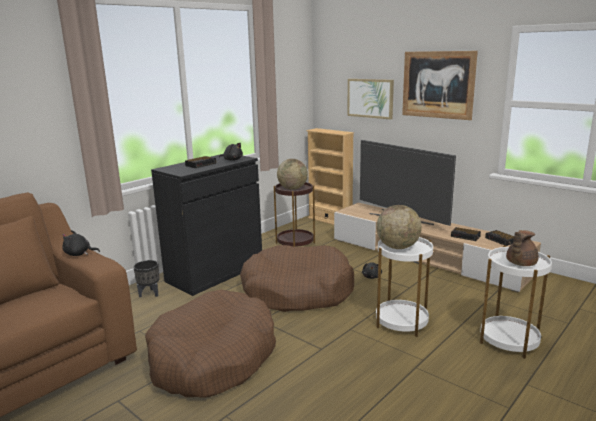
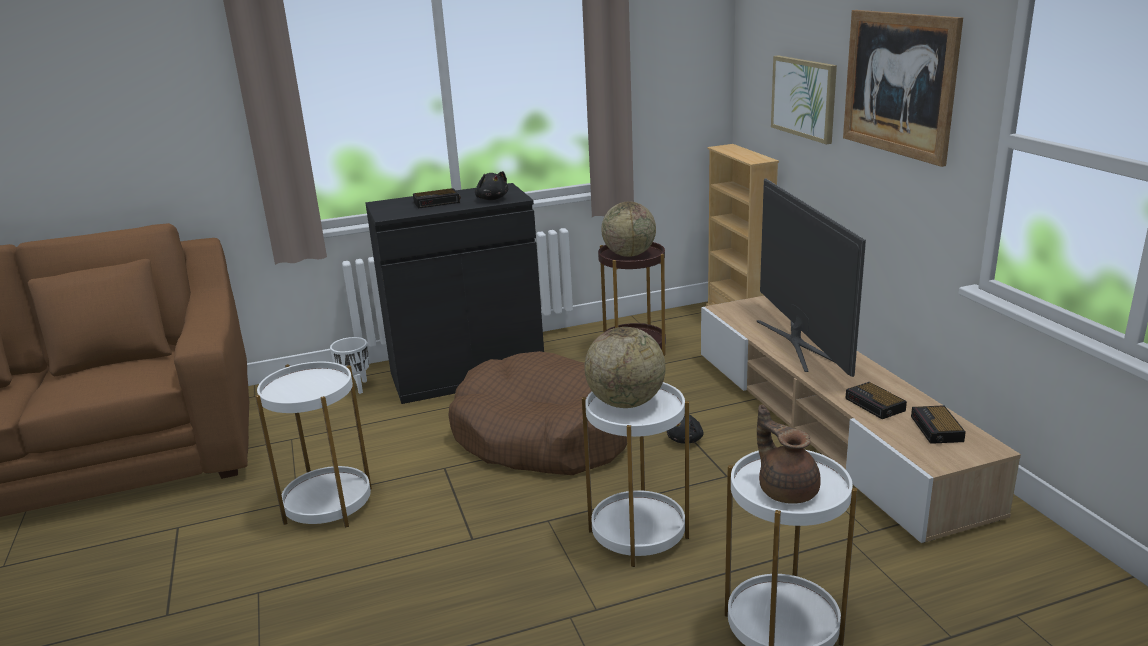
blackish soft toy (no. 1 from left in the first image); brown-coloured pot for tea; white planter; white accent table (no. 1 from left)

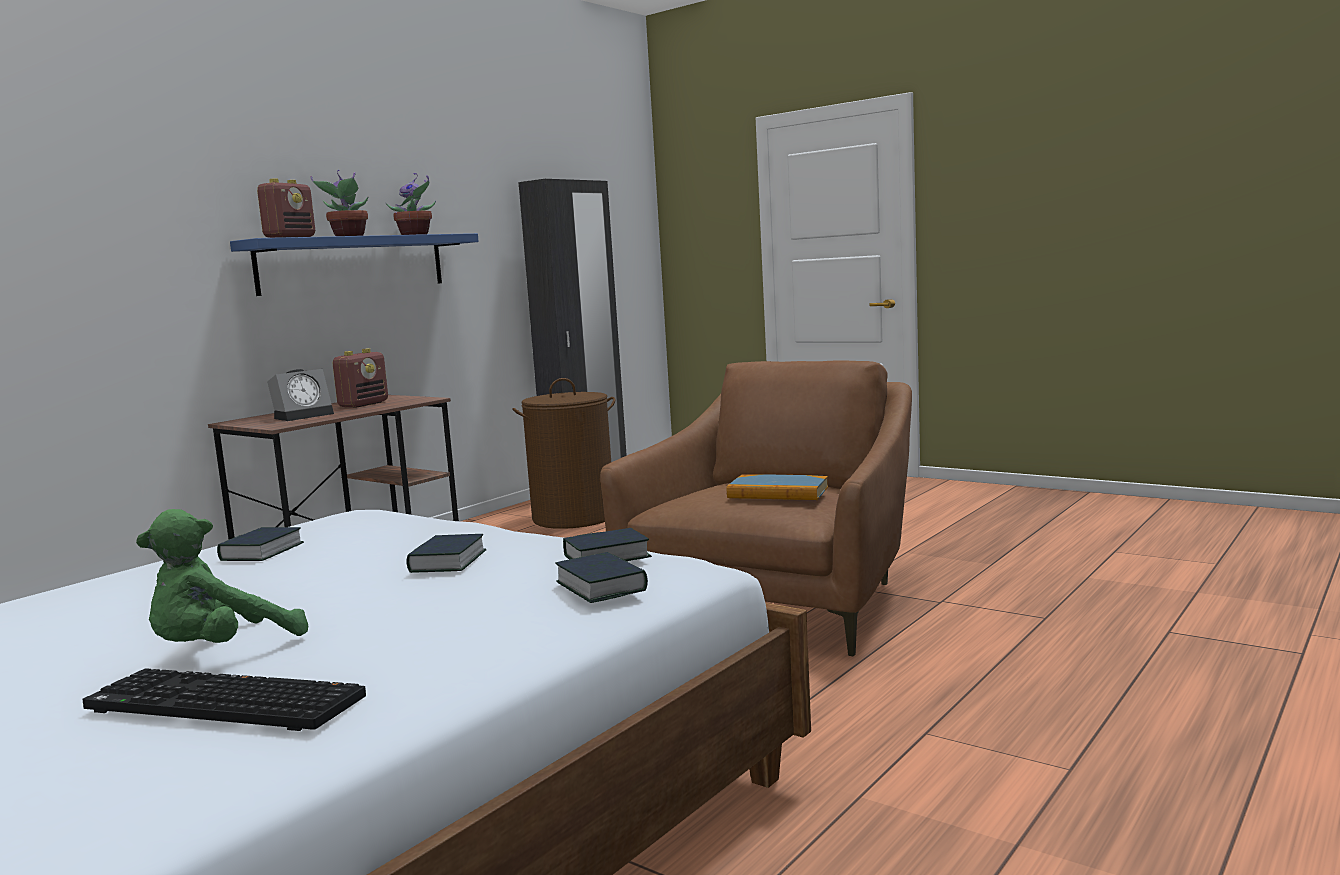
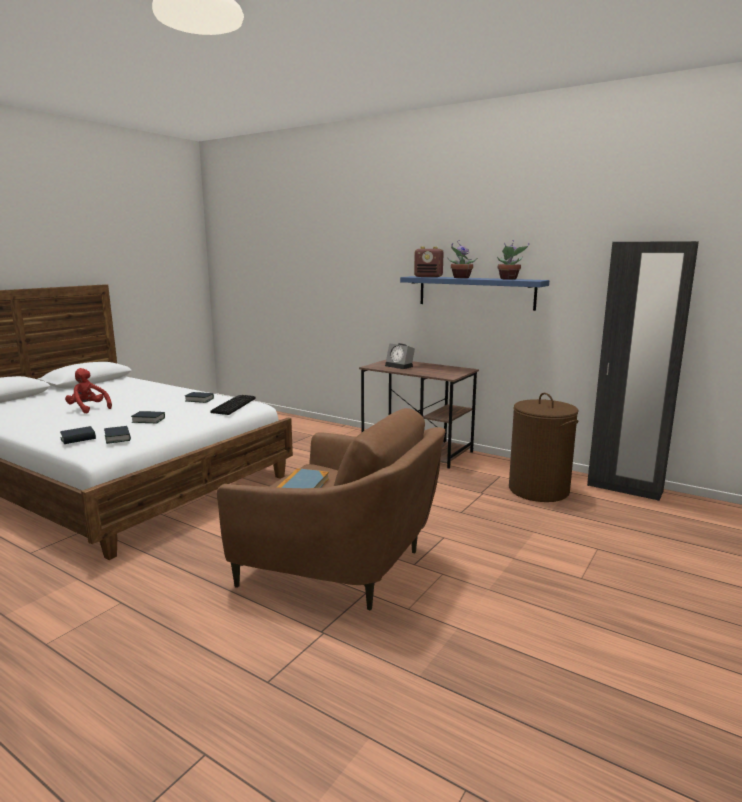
radio set (no. 2 from left in the first image); red soft toy; keyboard

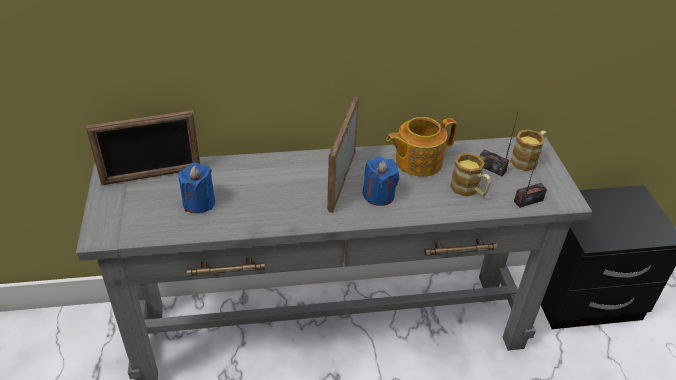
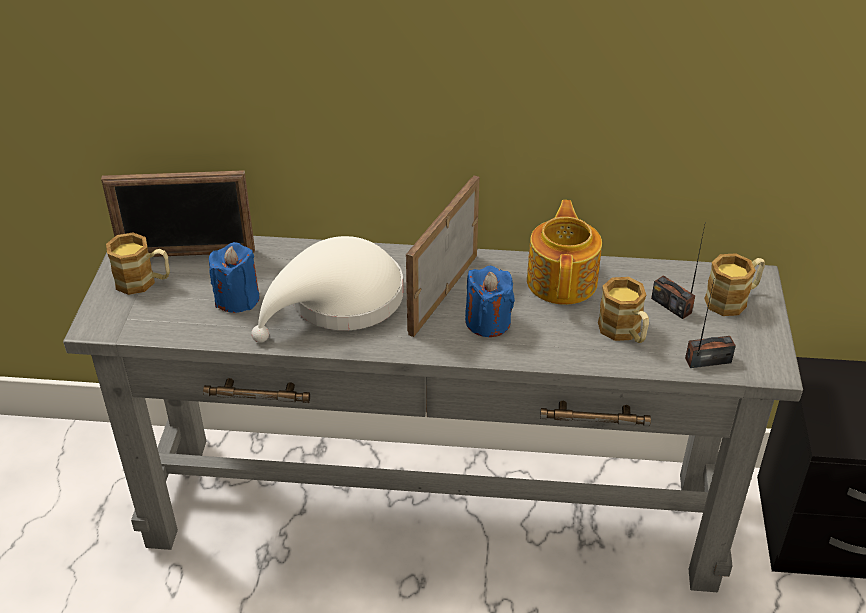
pot for tea; coffee mug (no. 1 from left); white hat

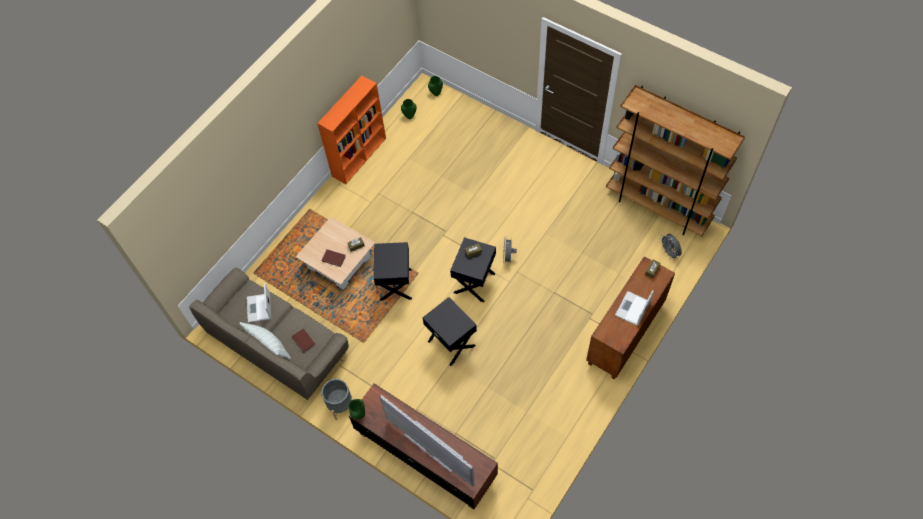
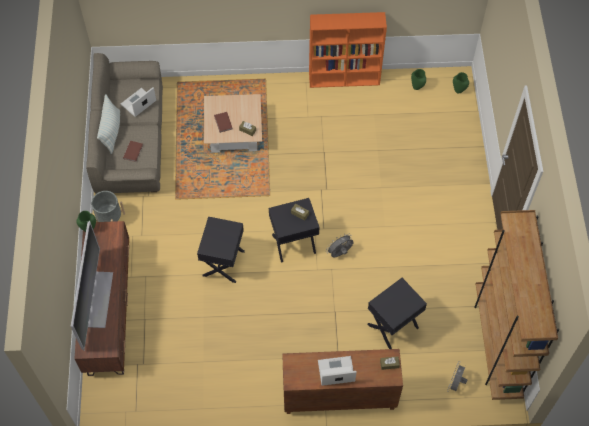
blackish accent table (no. 3 from left)

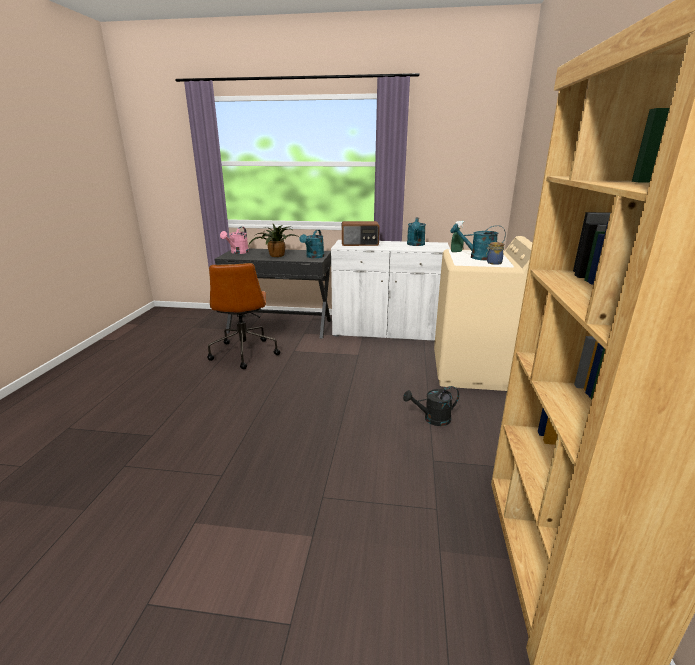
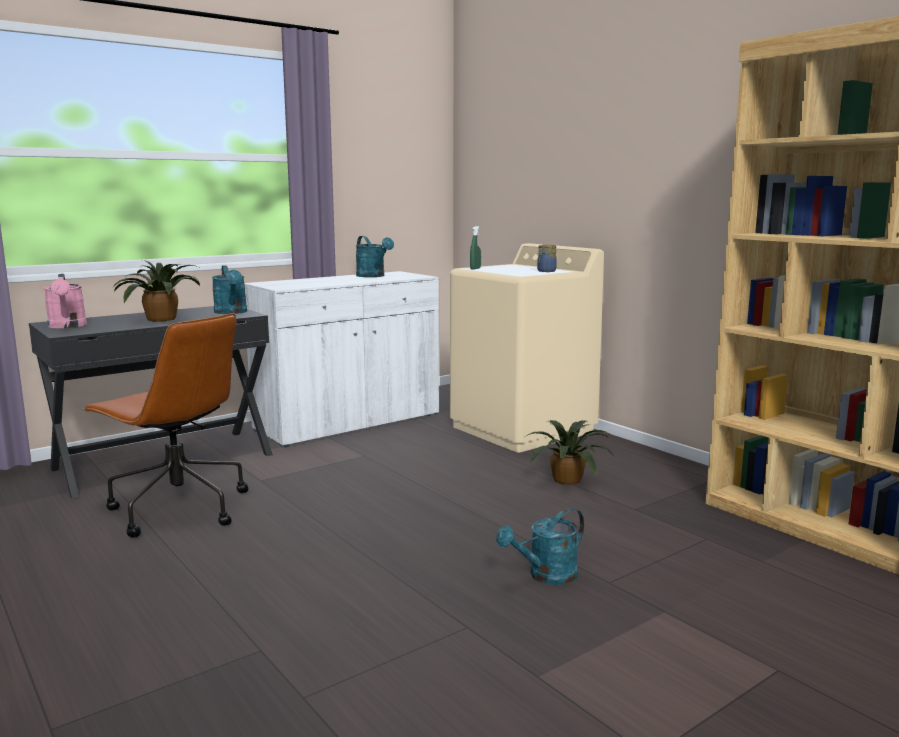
radio set; blue-green watering can (no. 3 from left); potted plant (no. 2 from left)

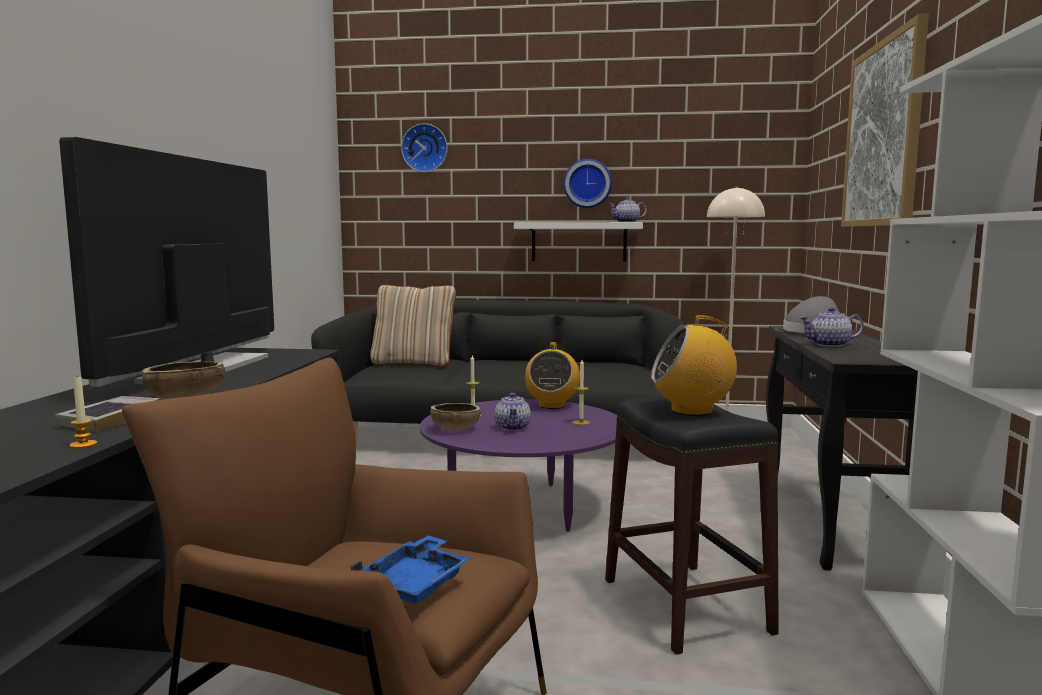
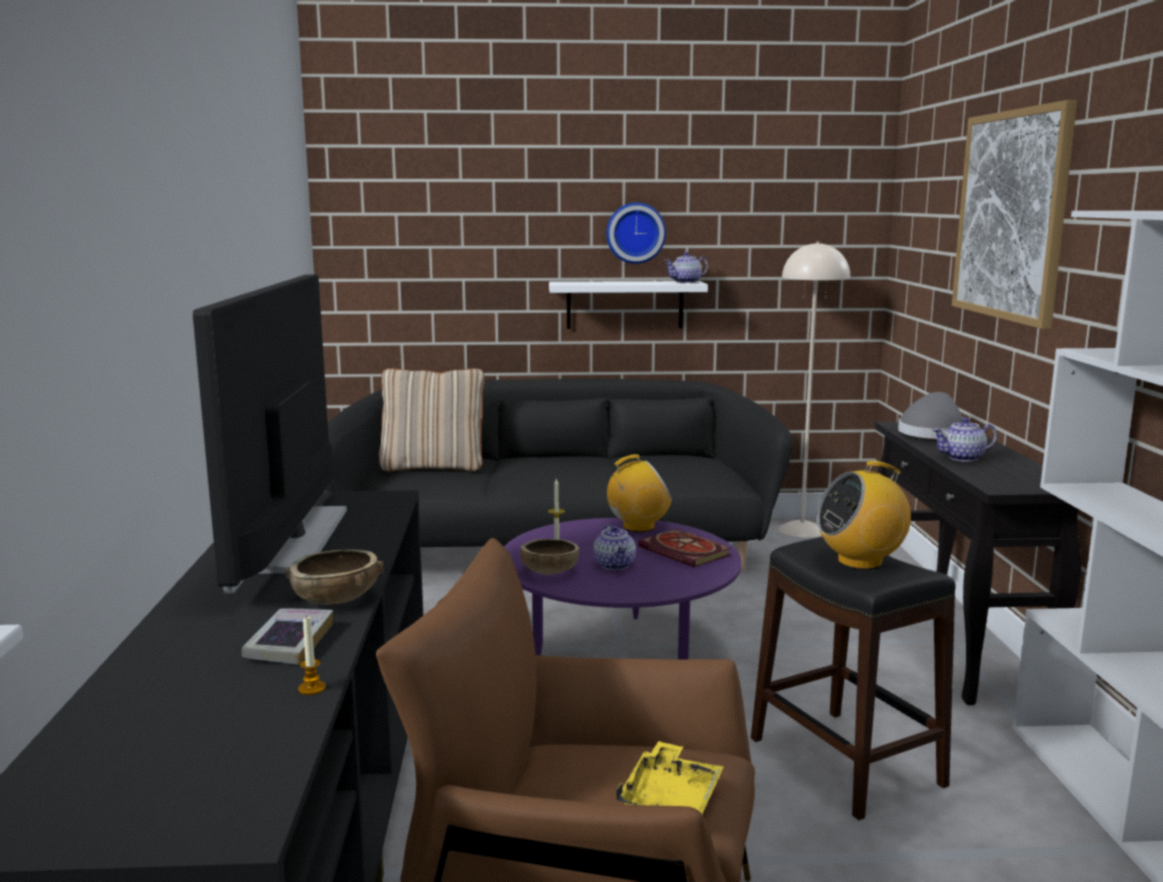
clock on the wall (no. 1 from left in the first image); radio set (no. 1 from left); volume (no. 2 from left); yellowish serving tray

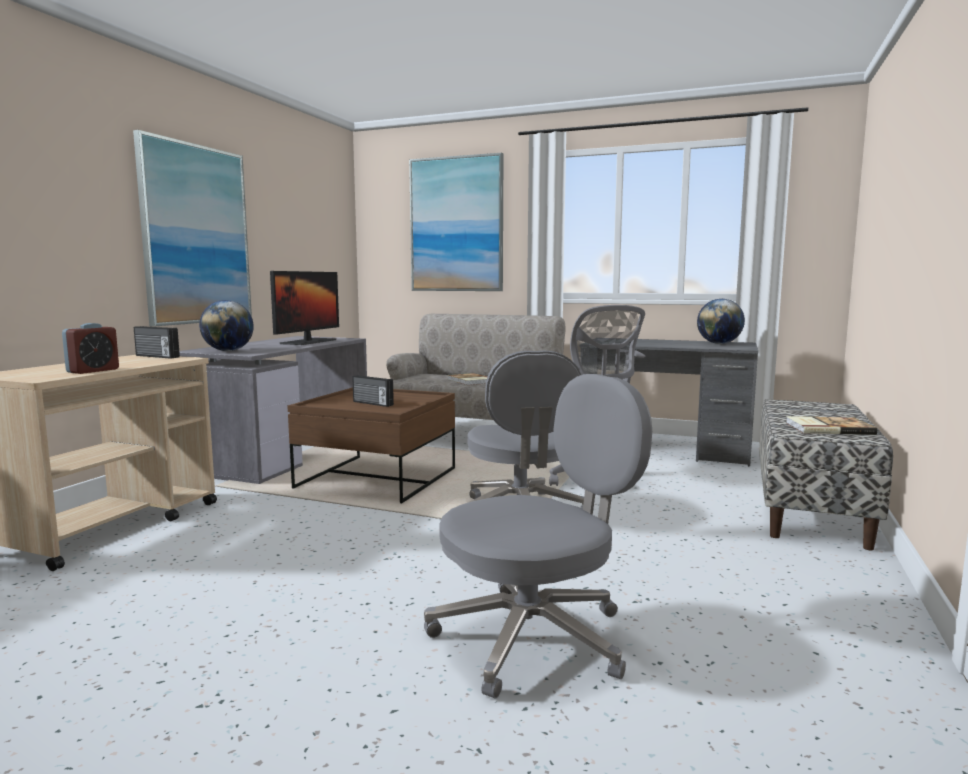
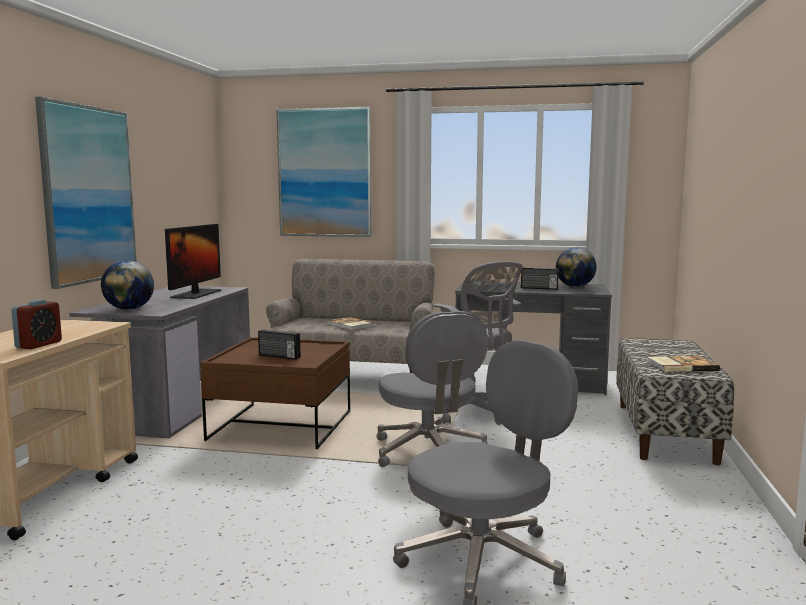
radio set (no. 2 from left)

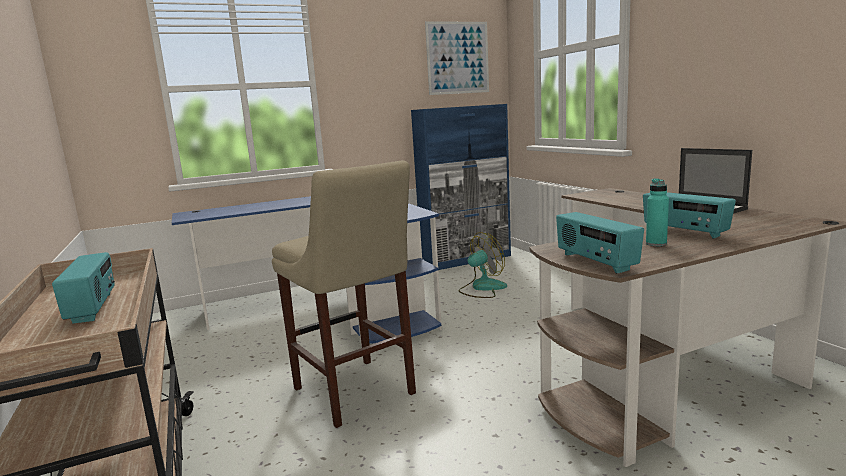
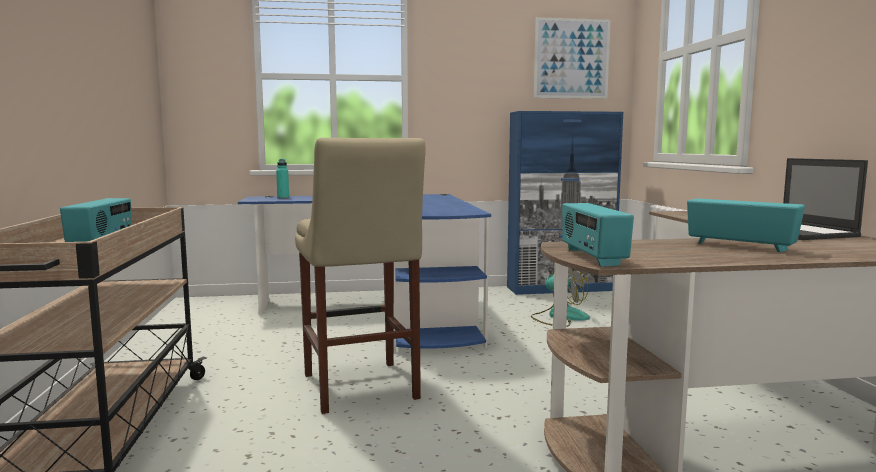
blue-green beverage bottle; radio set (no. 3 from left)

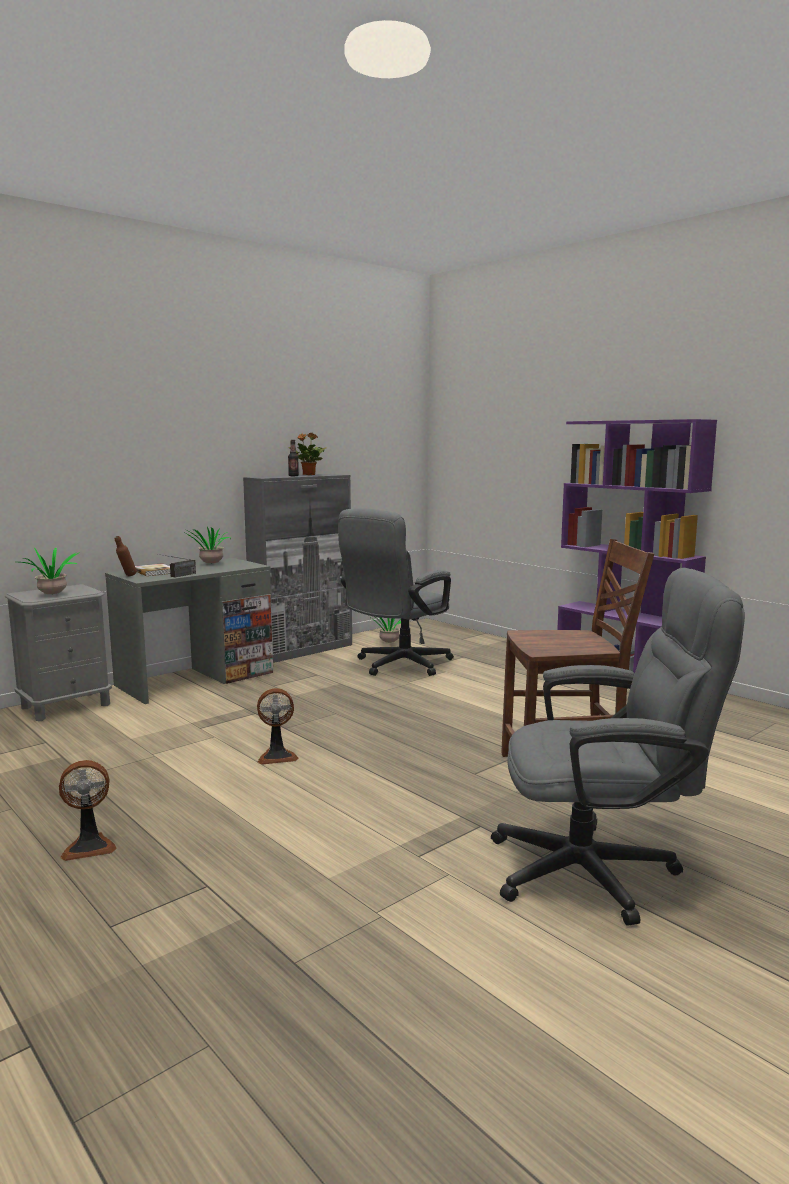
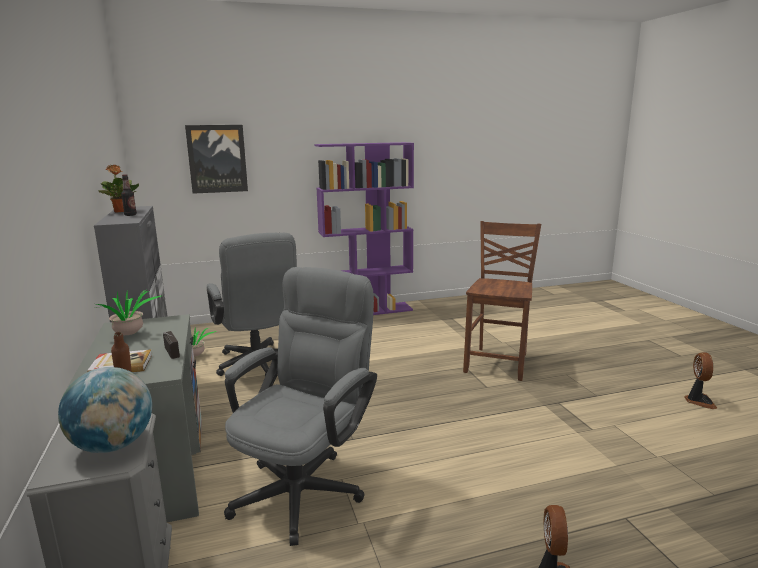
globe; greyish desk chair (no. 2 from left); fan (no. 2 from left); wall art

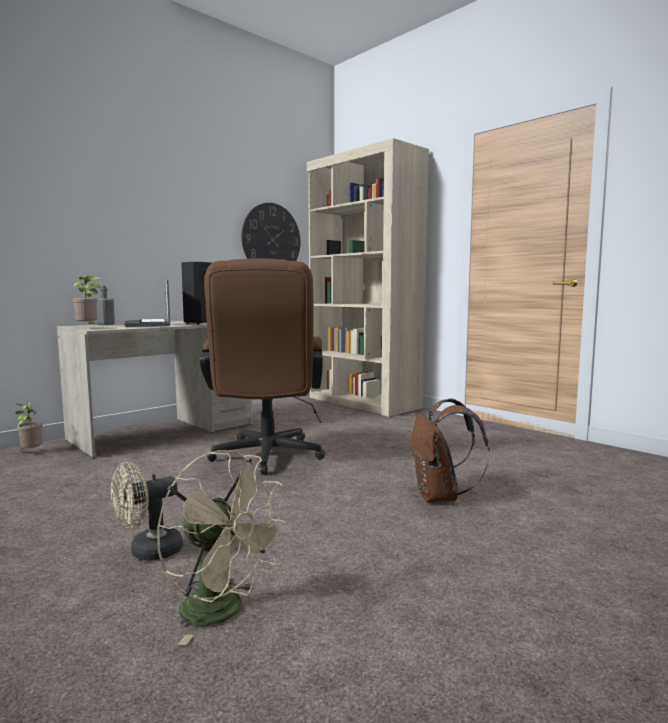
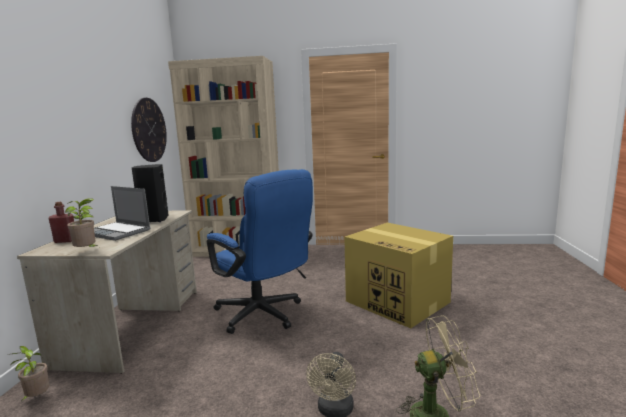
blue desk chair; red beverage bottle; cardboard box

